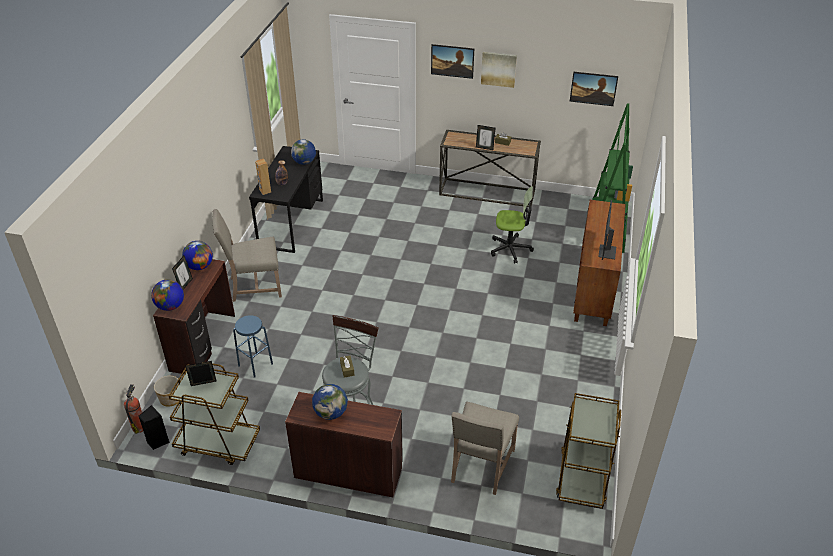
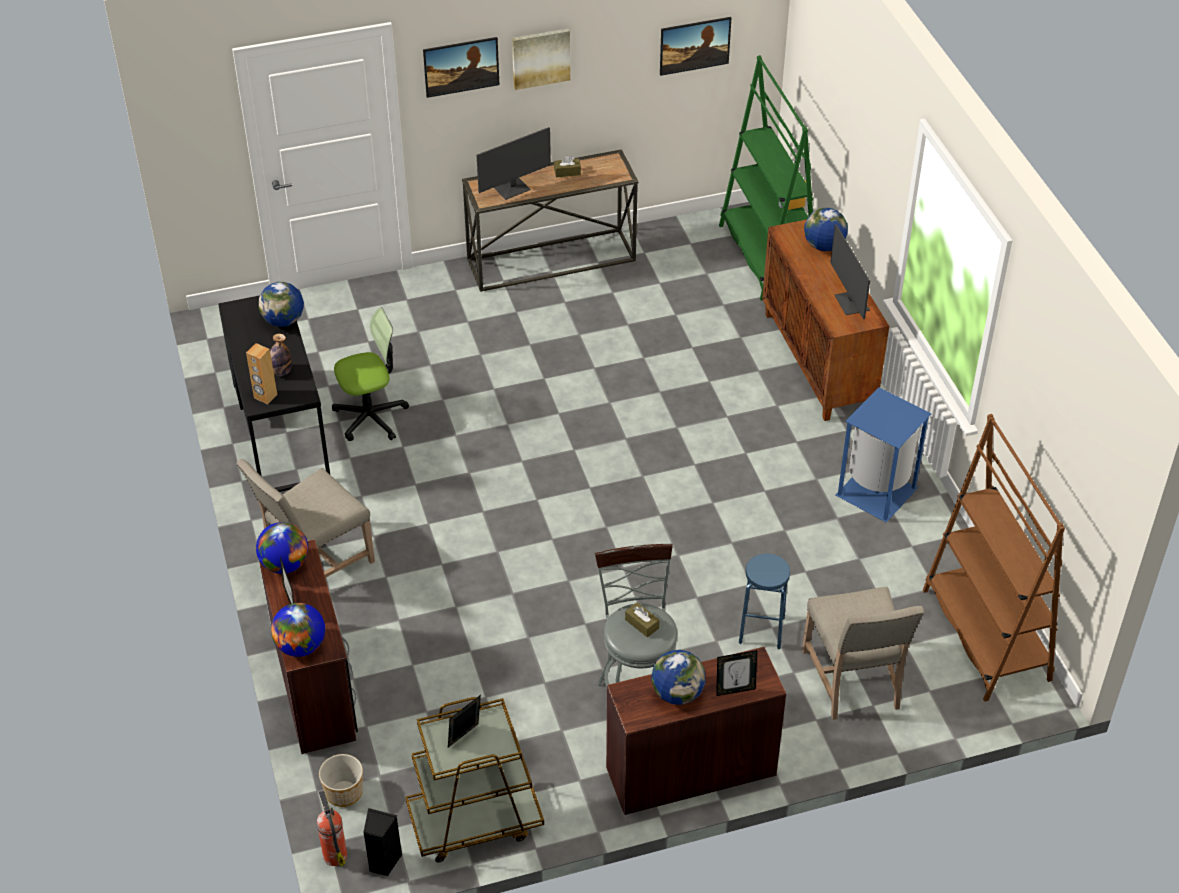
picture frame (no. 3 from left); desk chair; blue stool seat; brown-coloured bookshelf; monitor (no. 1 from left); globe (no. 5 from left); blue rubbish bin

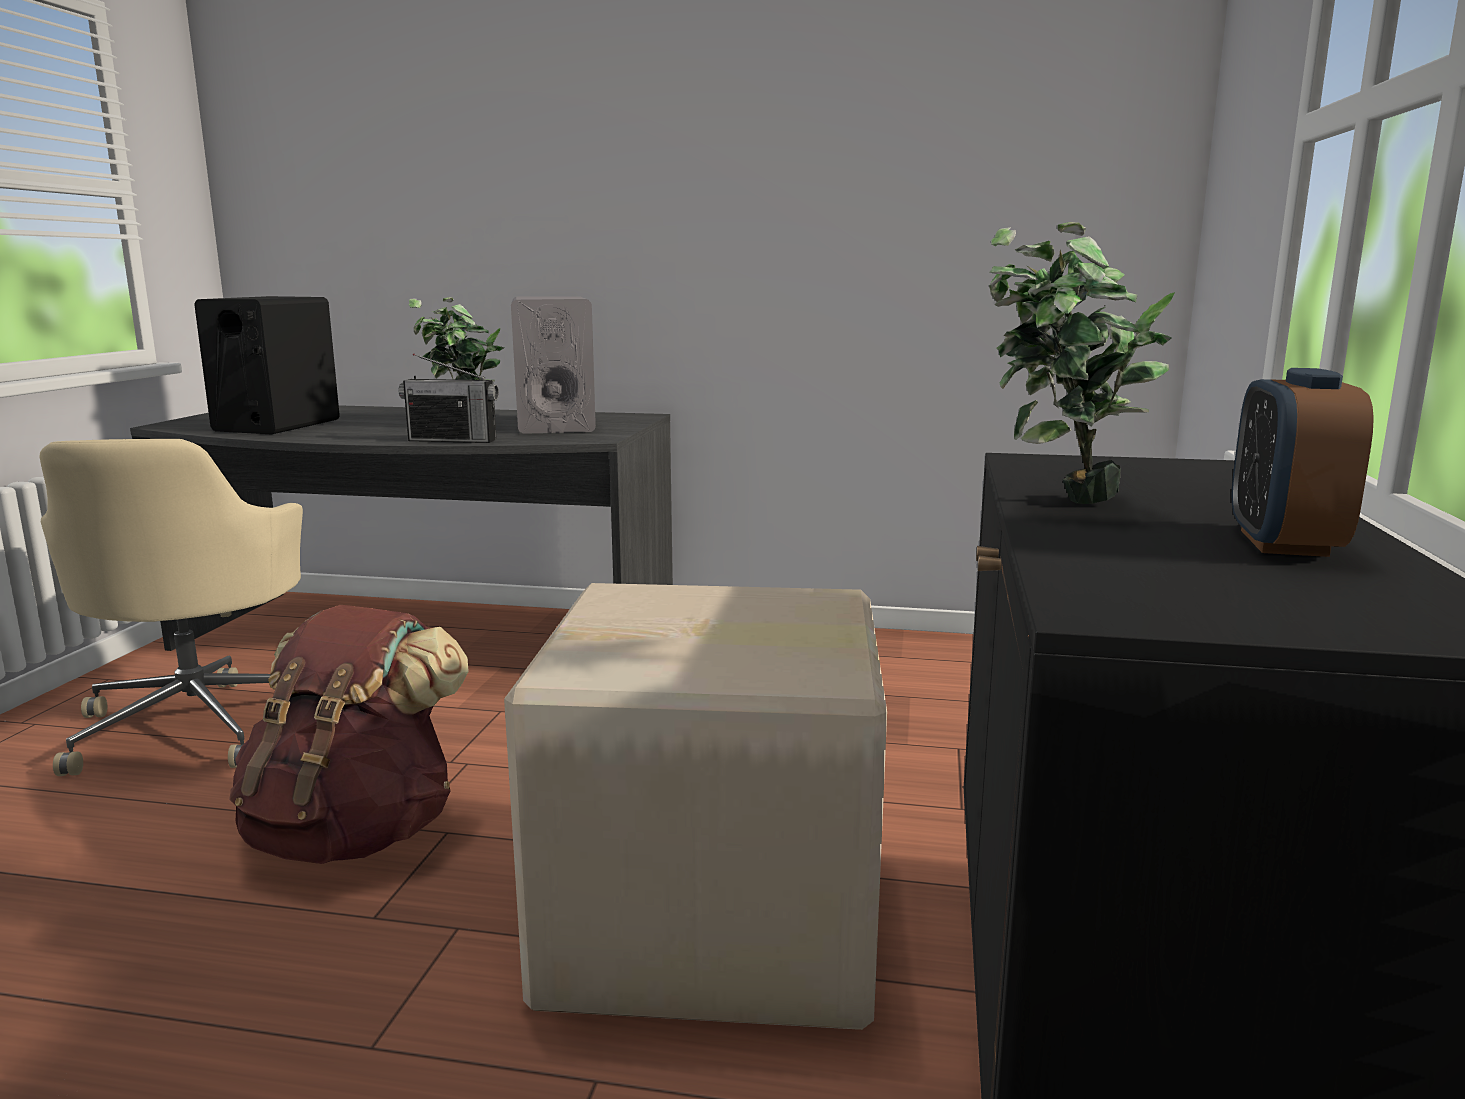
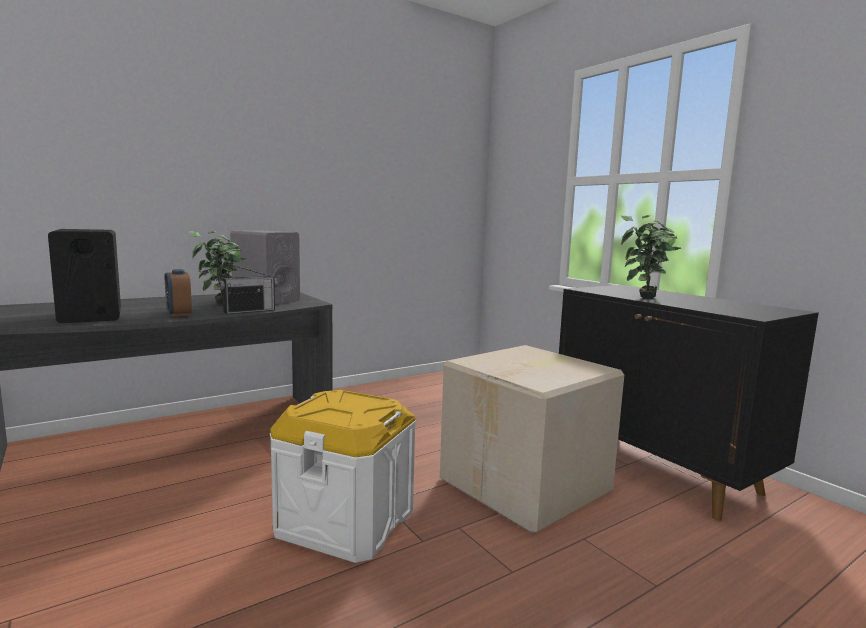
table clock; sand-coloured desk chair; white storage container

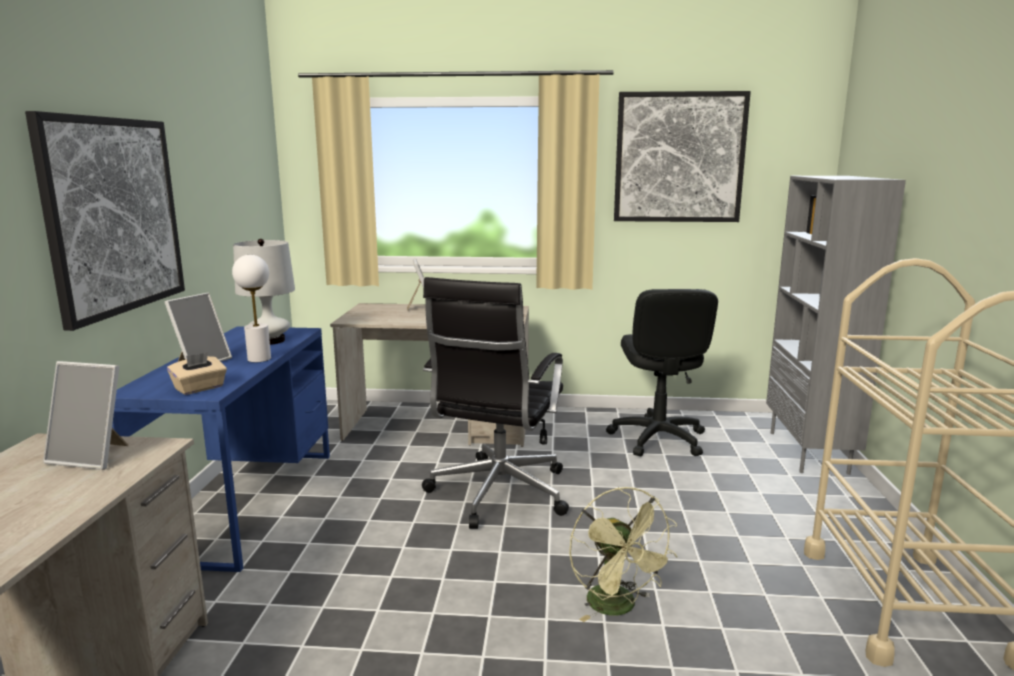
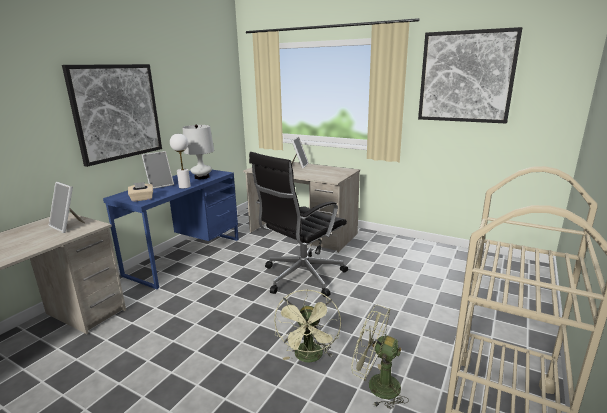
greyish bookshelf; blackish desk chair (no. 2 from left in the first image); greenish fan (no. 2 from left)

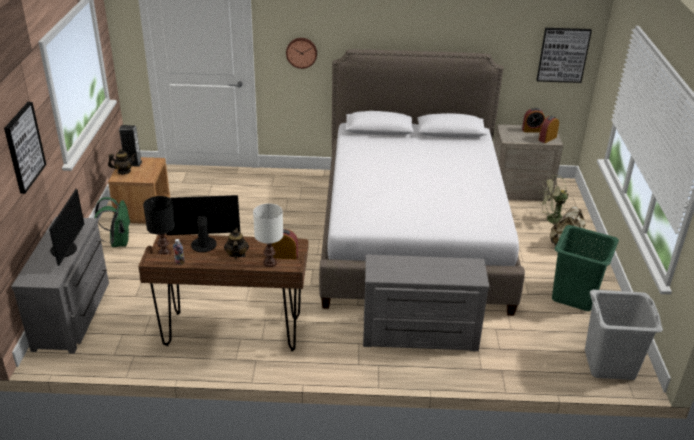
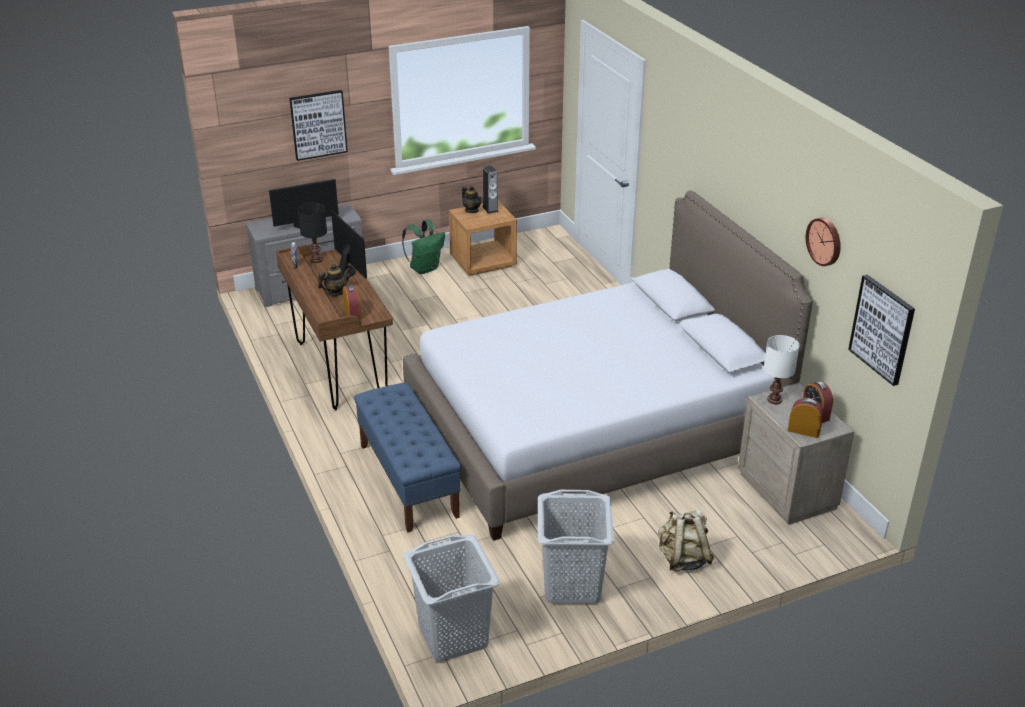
clock on the wall; greenish fan; white tabletop lamp; greyish washing basket (no. 2 from left); blue long seat

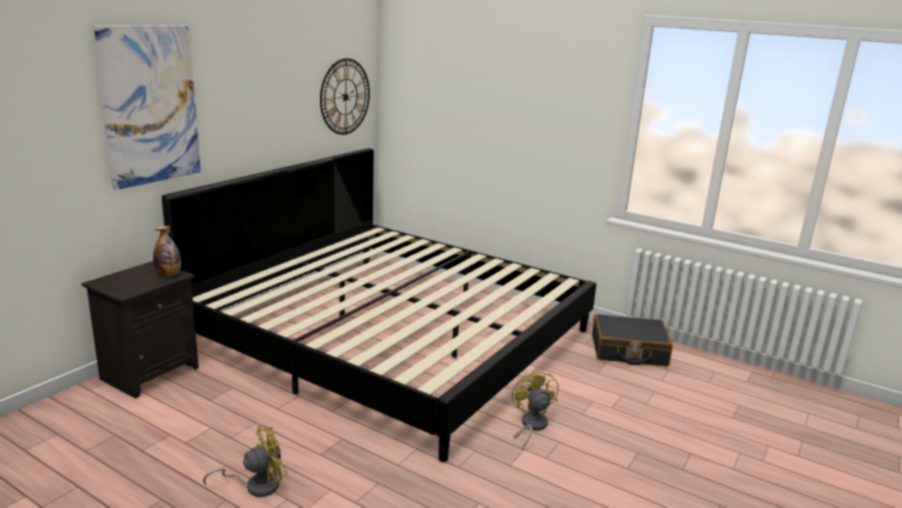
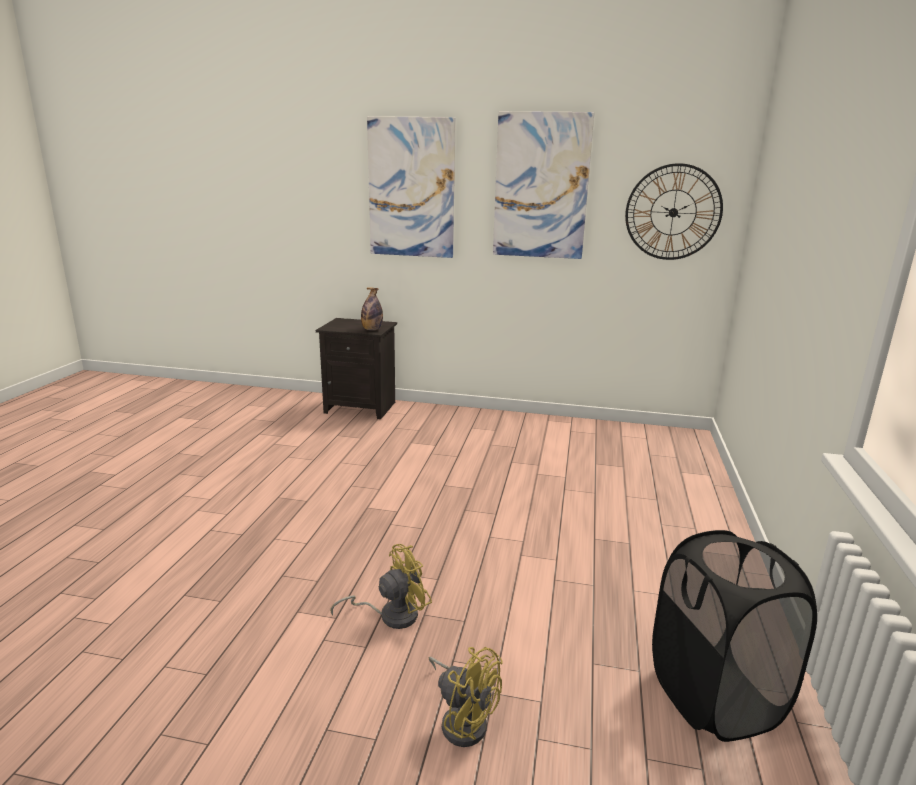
bed; blackish washing basket; yellowish fan (no. 2 from left); wall art (no. 2 from left)

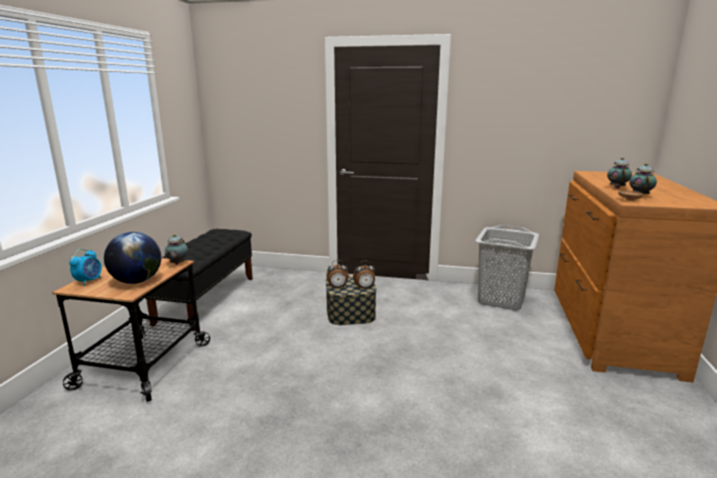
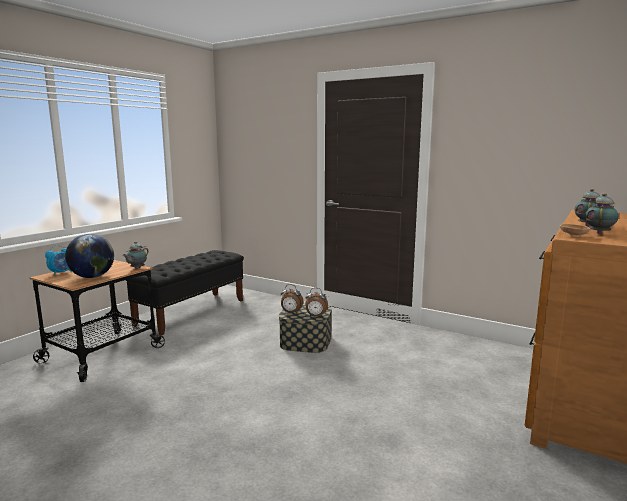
greyish washing basket

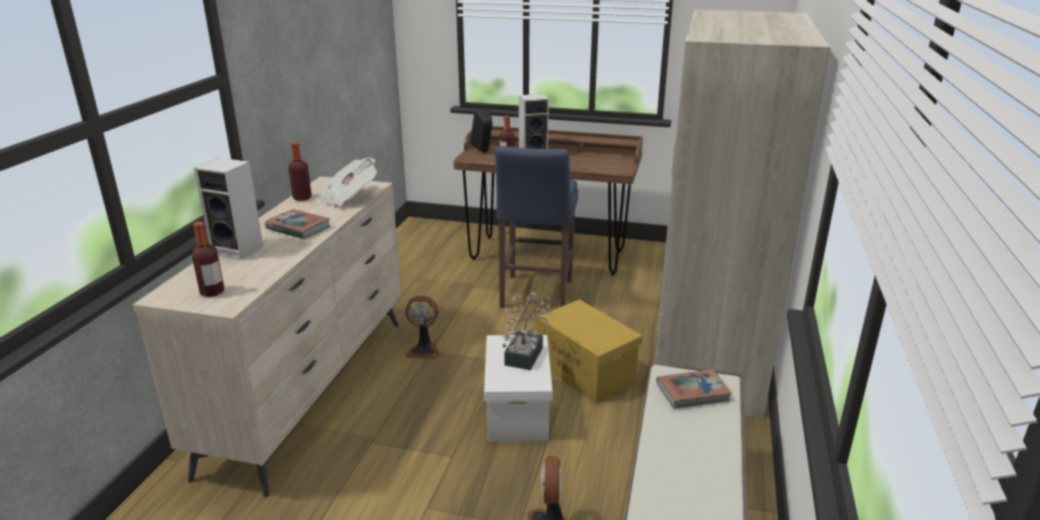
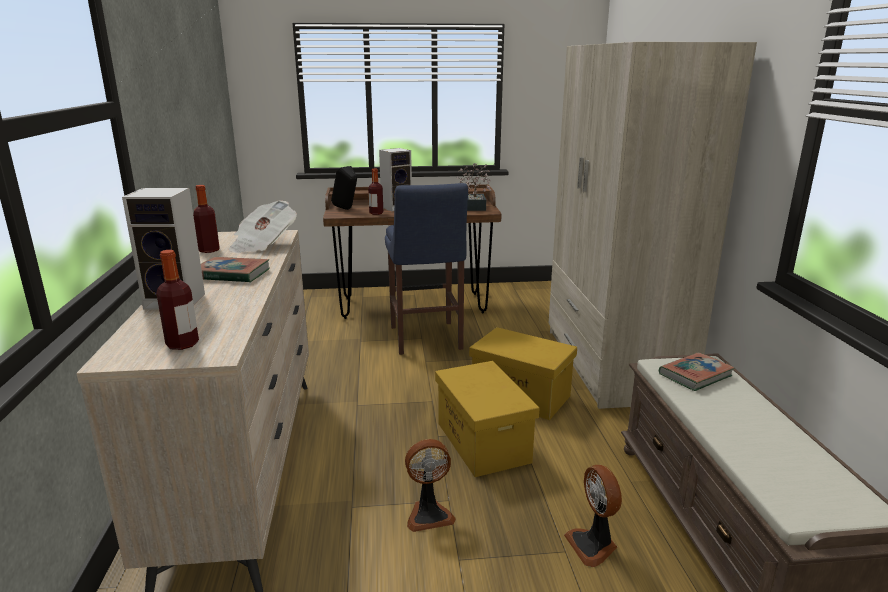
potted plant; fan (no. 1 from left); yellowish storage container (no. 1 from left)

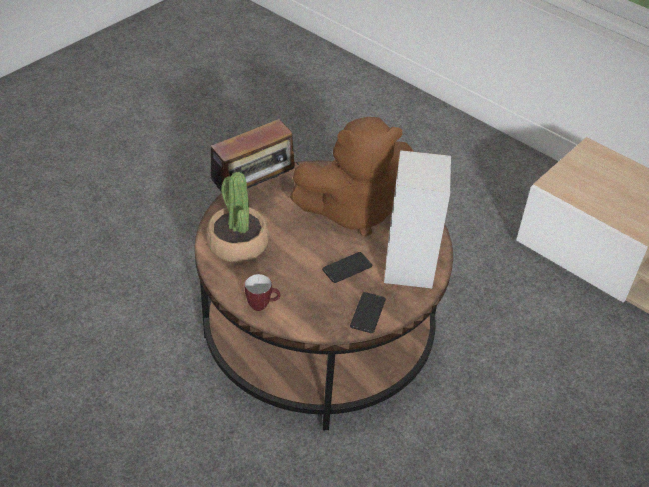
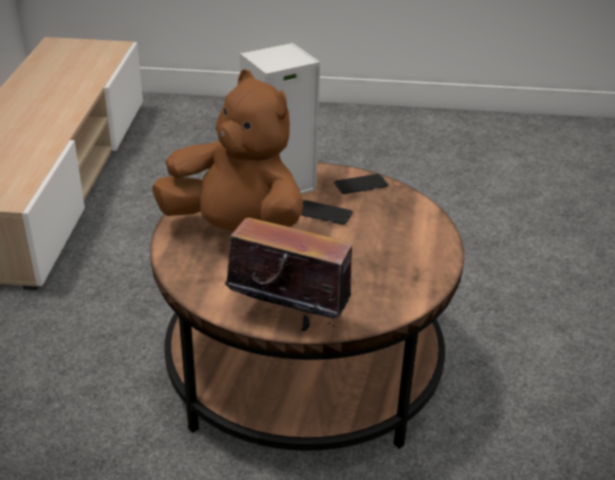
potted plant; coffee mug

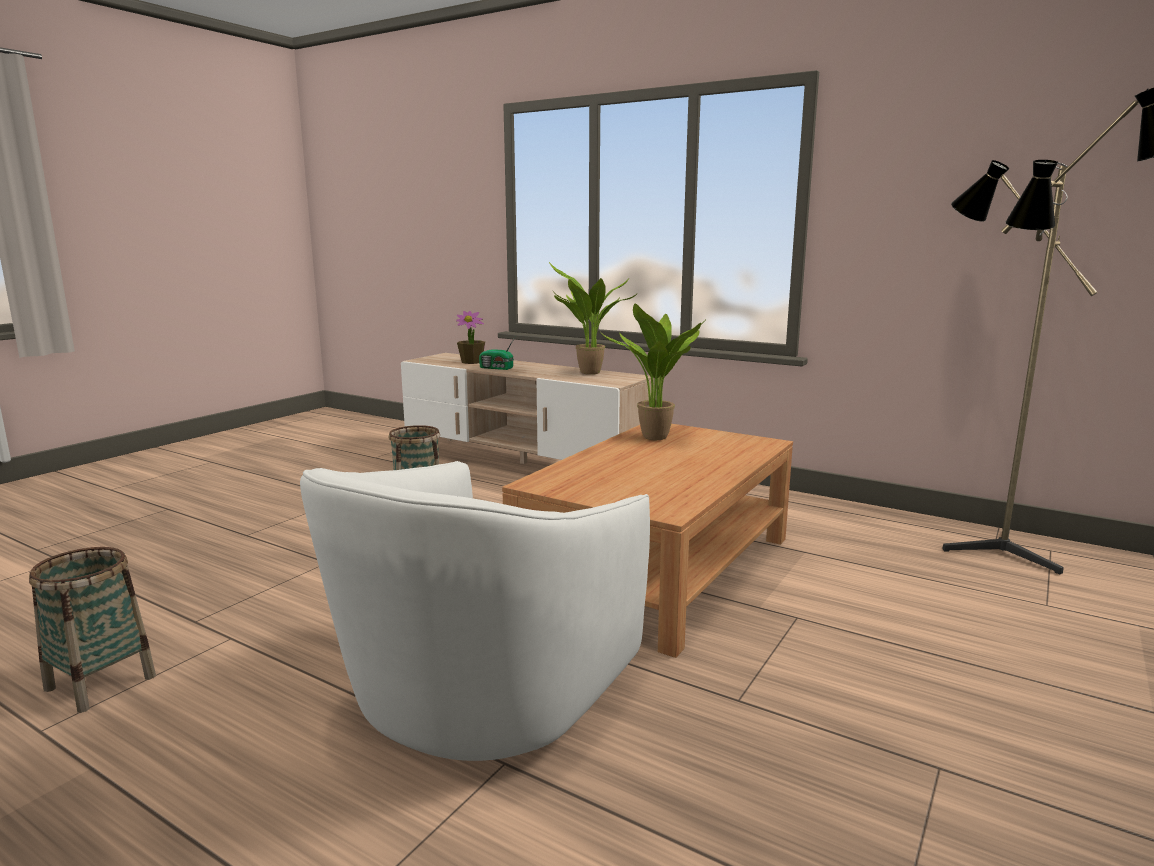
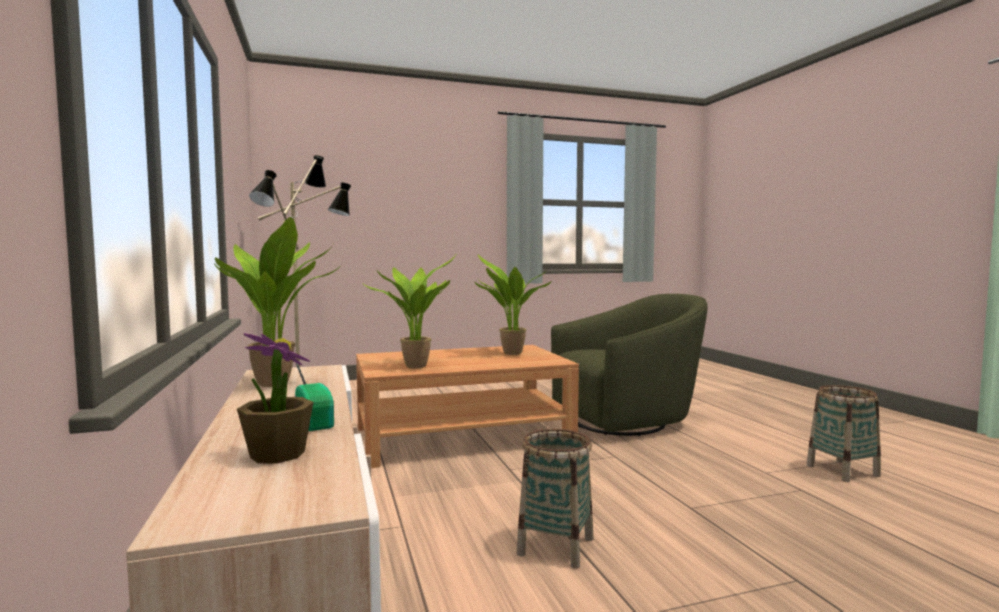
greenish easy chair; potted plant (no. 4 from left)

